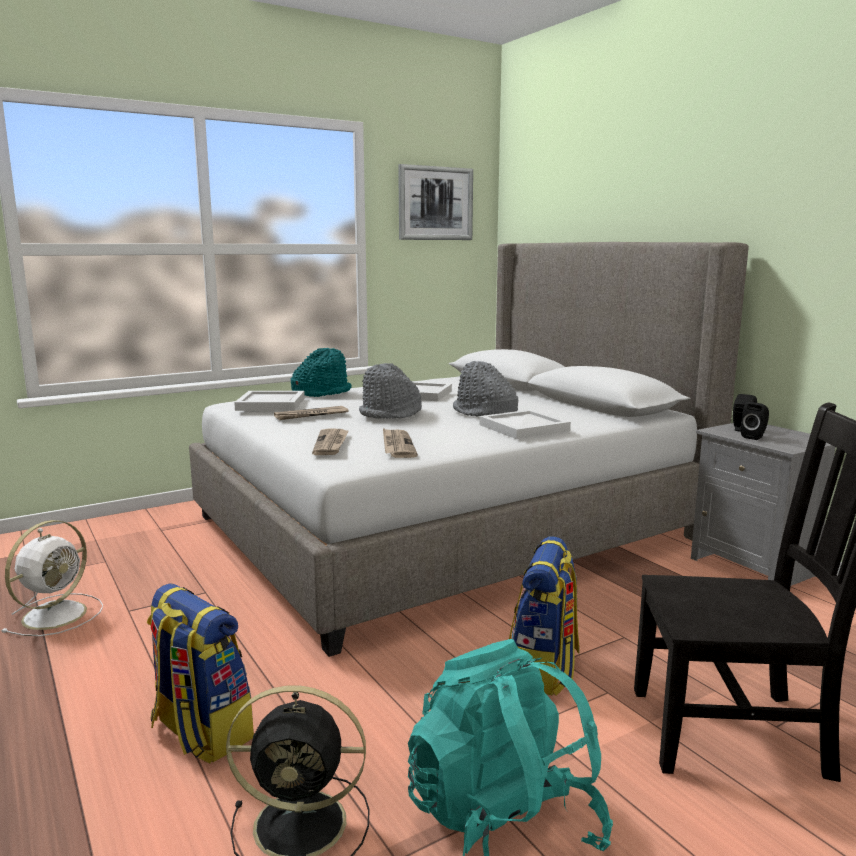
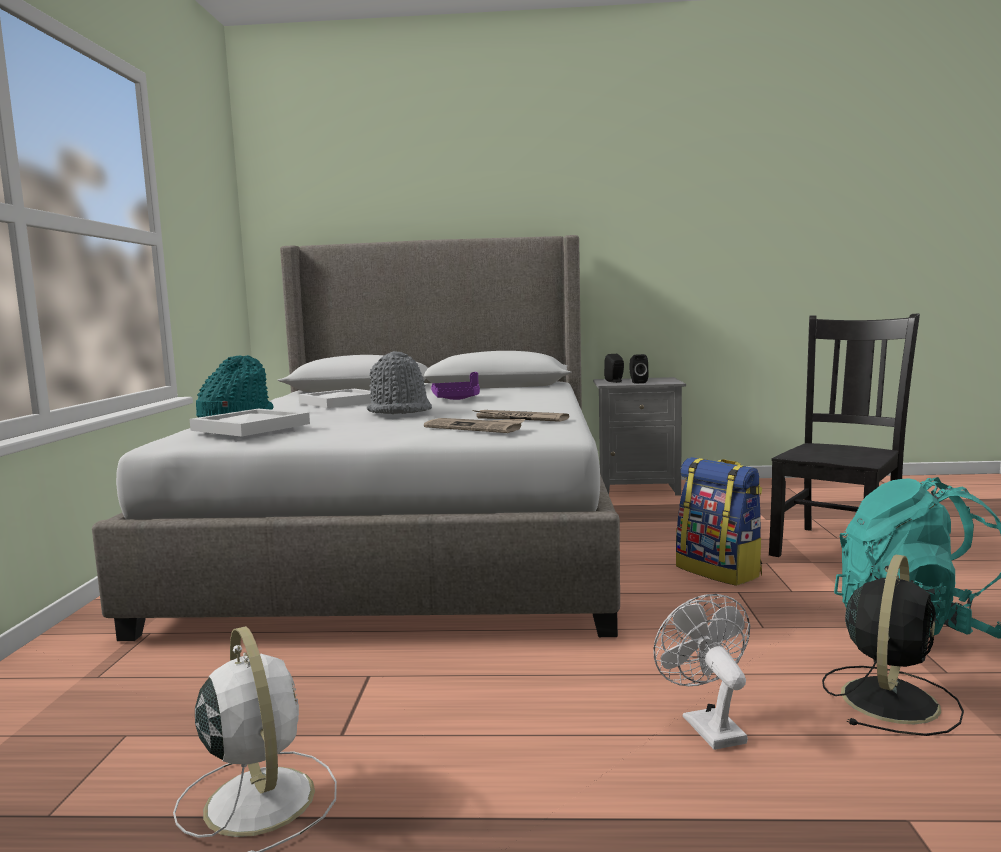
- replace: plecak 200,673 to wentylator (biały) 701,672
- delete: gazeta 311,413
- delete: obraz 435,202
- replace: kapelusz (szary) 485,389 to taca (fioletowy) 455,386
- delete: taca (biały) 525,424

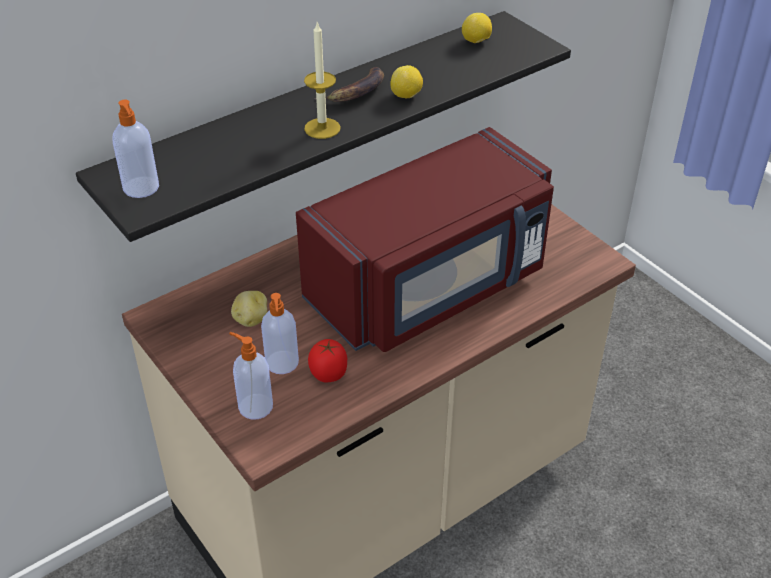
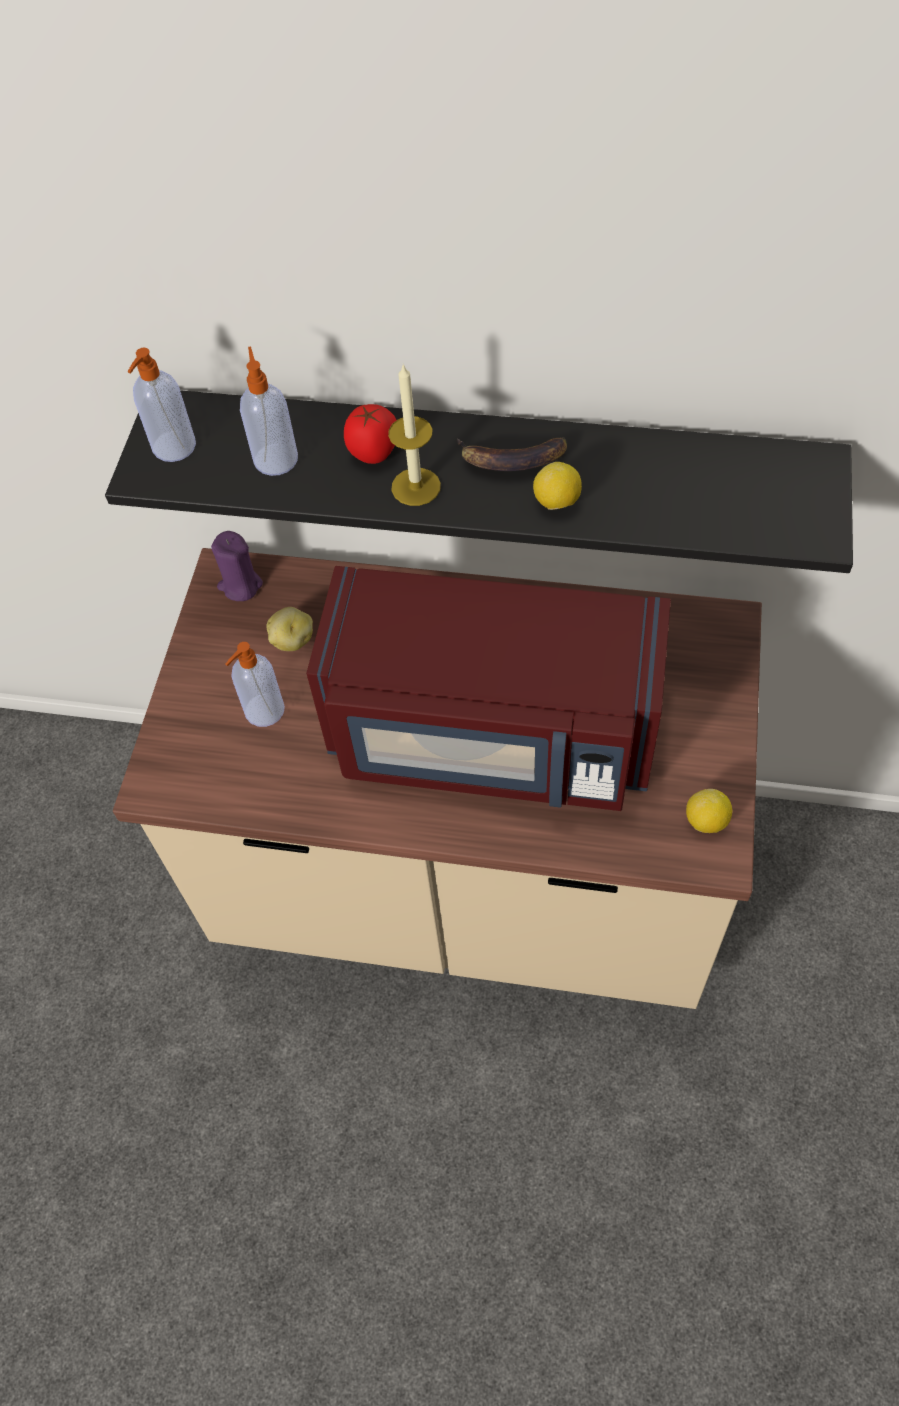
- move: dozownik mydła 251,375 to 269,411
- move: pomidor 327,360 to 370,434
- move: cytryna 477,28 to 709,811
- insert: świeca (fioletowy) 237,566

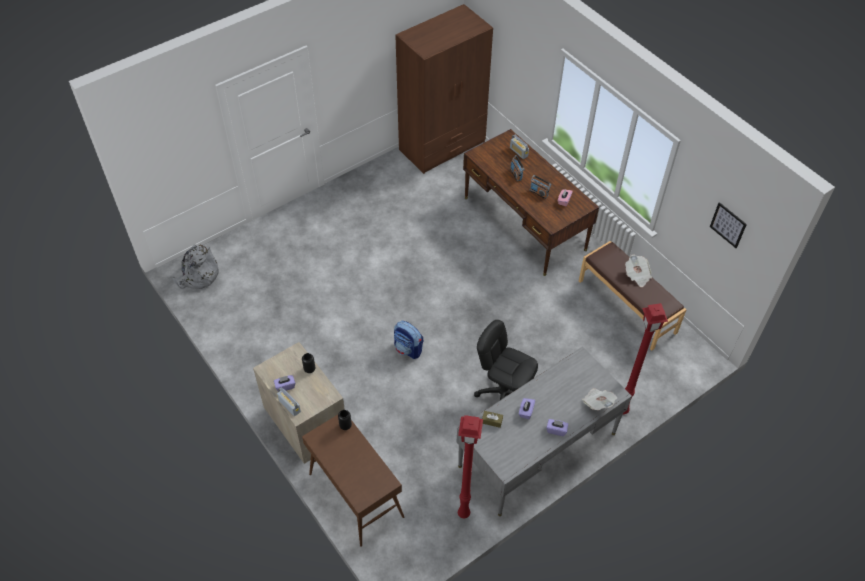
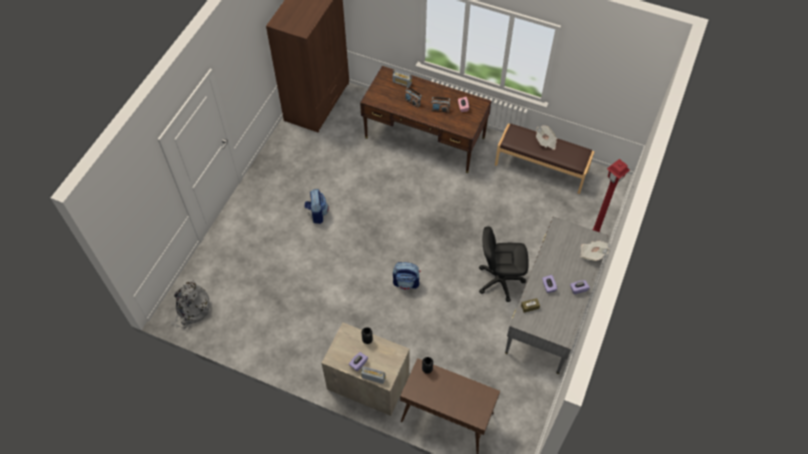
- delete: lampa stojąca (czerwony) 470,466
- delete: obraz 728,225
- insert: plecak 316,206

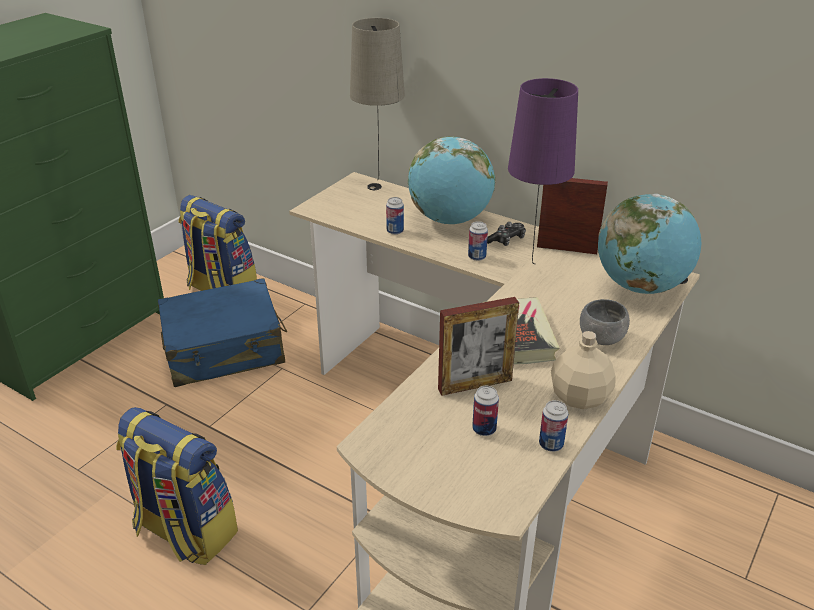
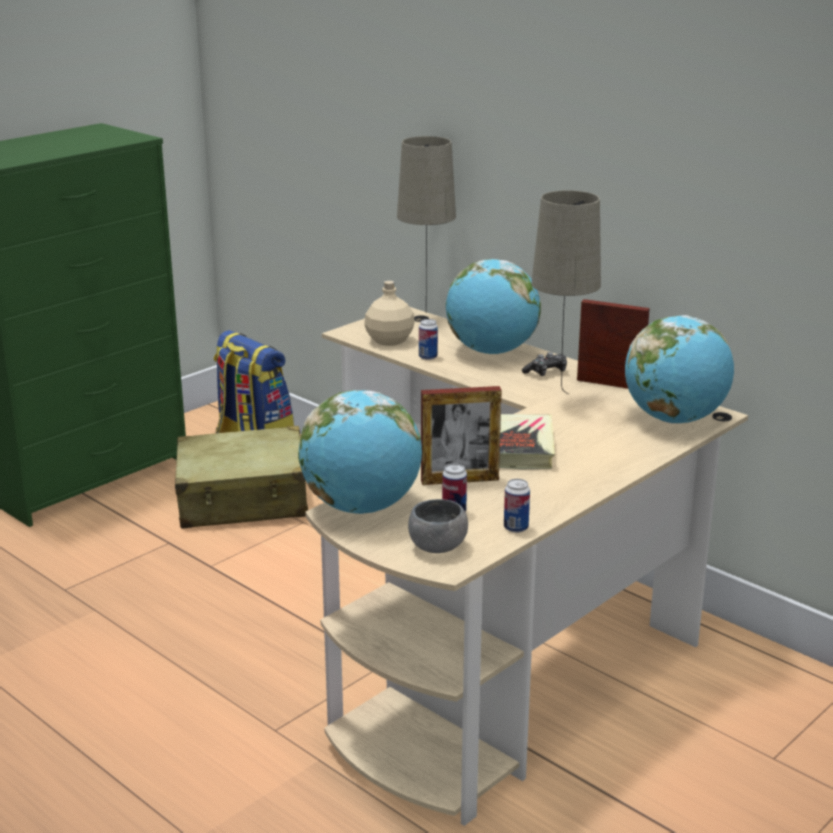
- delete: plecak 177,486
- recolor: walizka (niebieski) 222,332 to walizka (beżowy) 241,477
- delete: puszka 478,241
- recolor: lampa stołowa (fioletowy) 543,171 to lampa stołowa (beżowy) 566,292
- move: butelka (beżowy) 583,370 to 389,313
- move: miska (szary) 605,322 to 438,526
- insert: globus 360,452

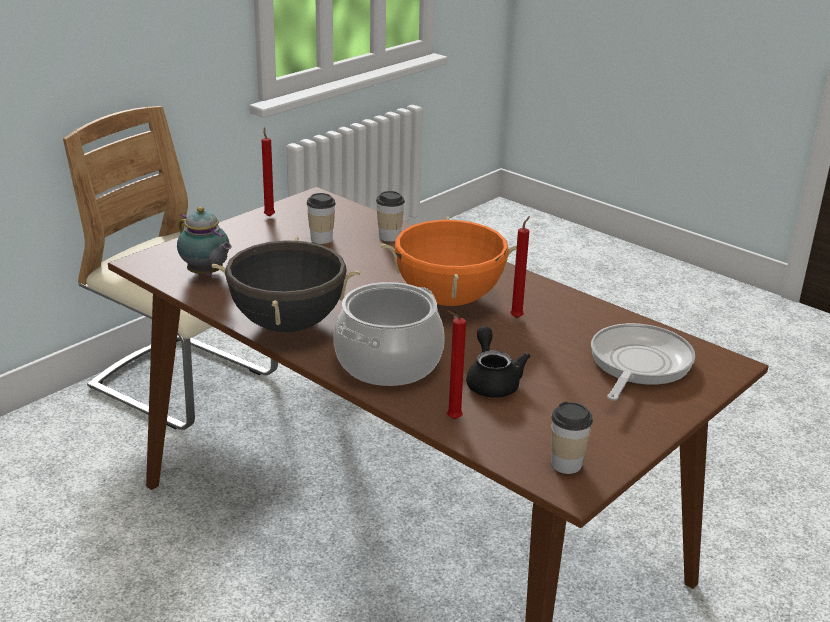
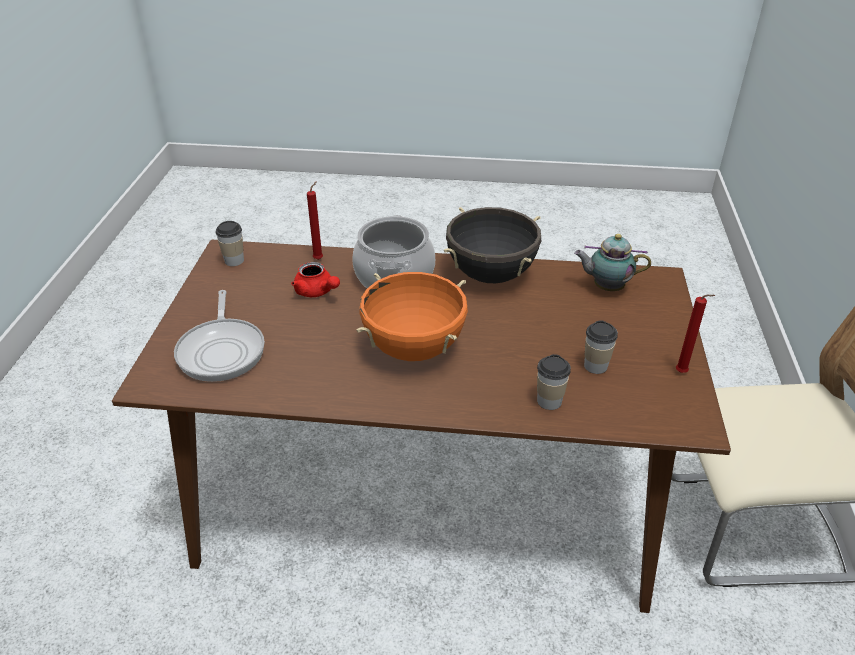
- recolor: imbryk (czarny) 498,362 to imbryk (czerwony) 315,279
- delete: świeca (czerwony) 520,267

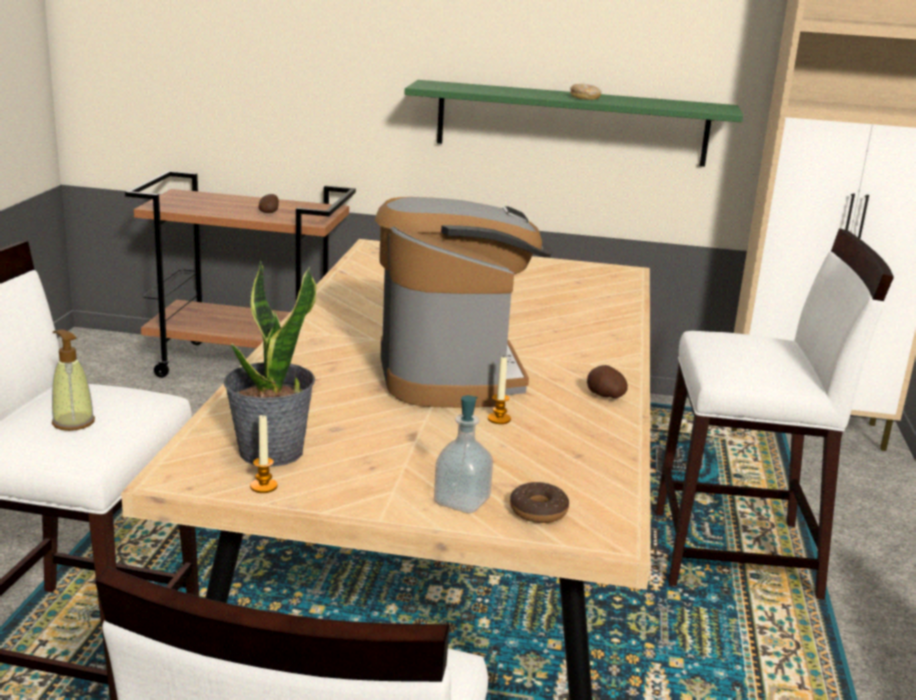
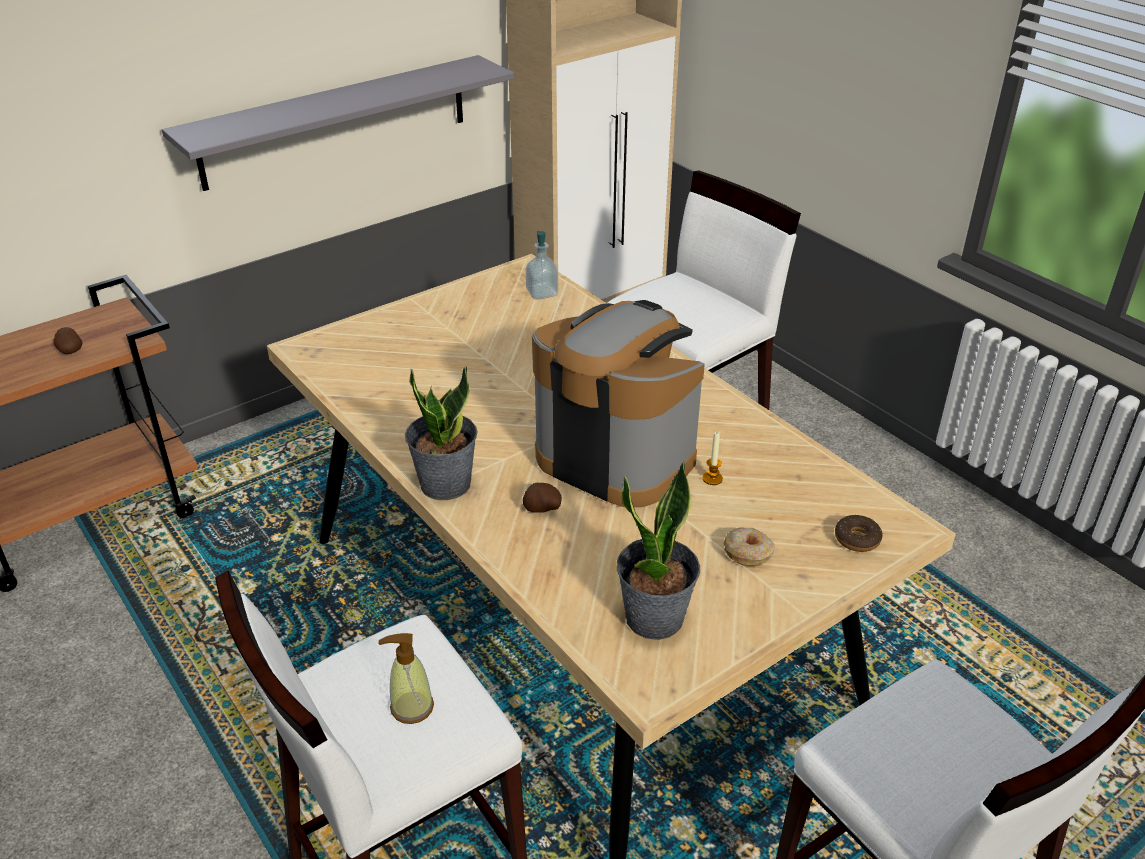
- delete: świeca 264,454
- recolor: półka (zielony) 574,123 to półka (szary) 338,123
- move: dozownik mydła 463,454 to 542,265
- move: donut 585,92 to 749,547
- move: ziemniak 607,381 to 542,498
- insert: roślina doniczkowa 441,433

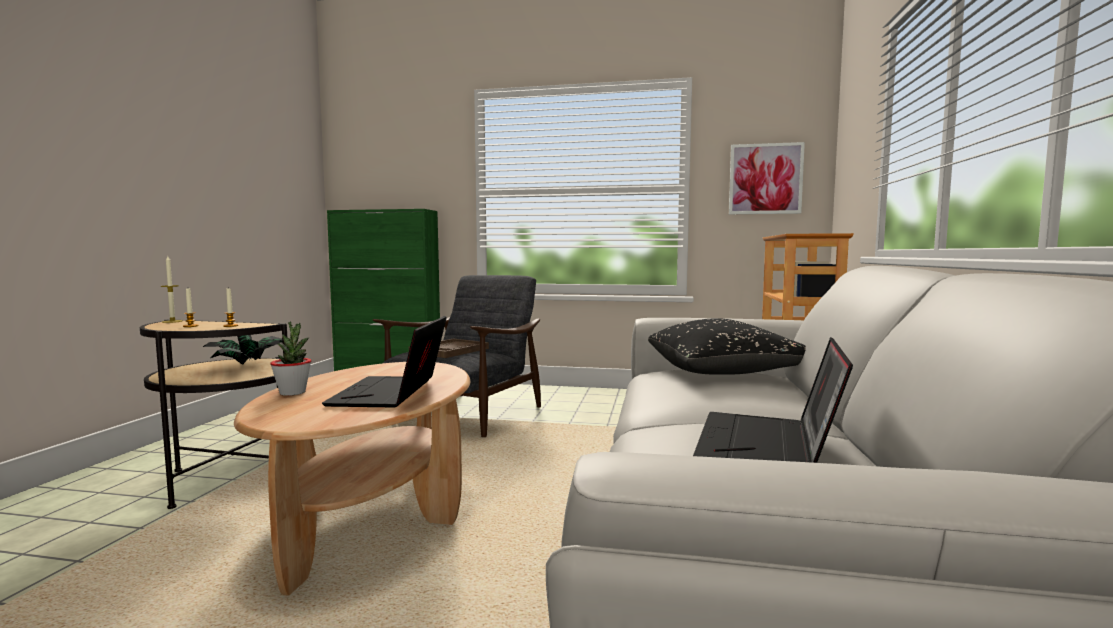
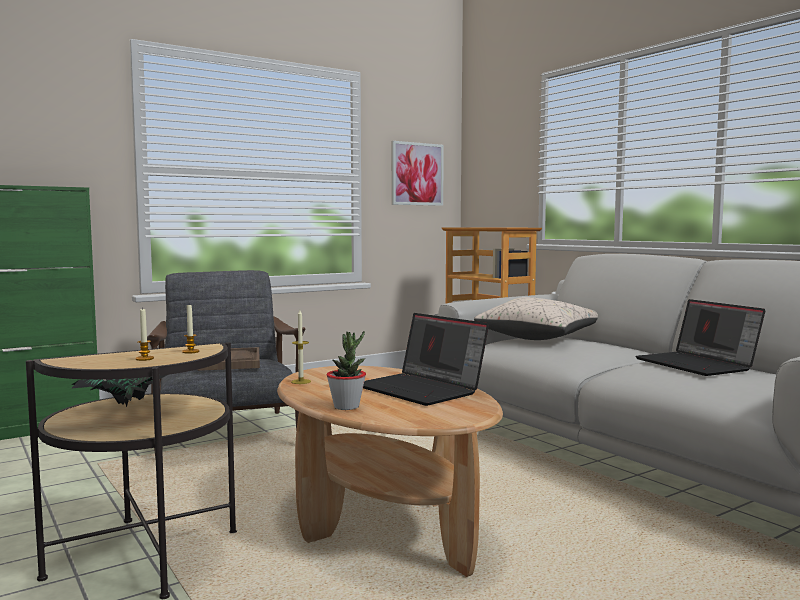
- move: świeca 172,289 to 301,347
- recolor: poduszka (czarny) 727,346 to poduszka (beżowy) 536,318

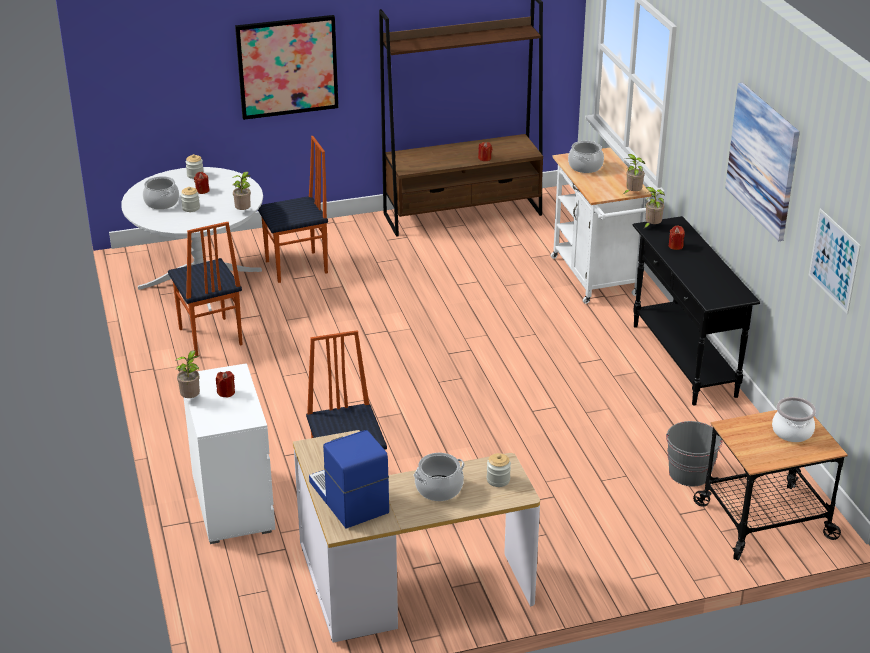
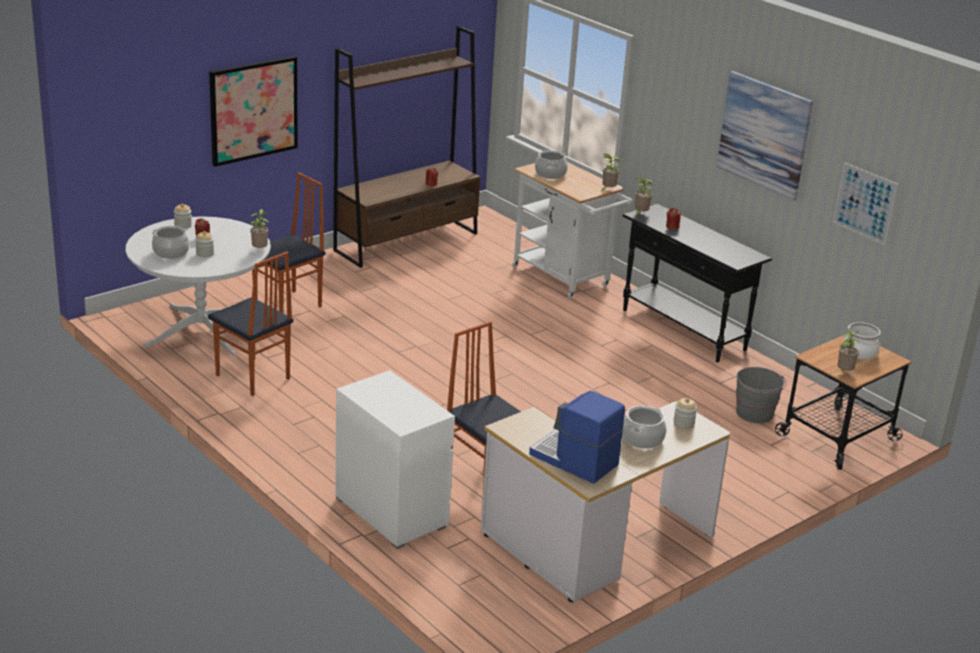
- move: roślina doniczkowa 188,374 to 848,349
- delete: świeca (czerwony) 225,384

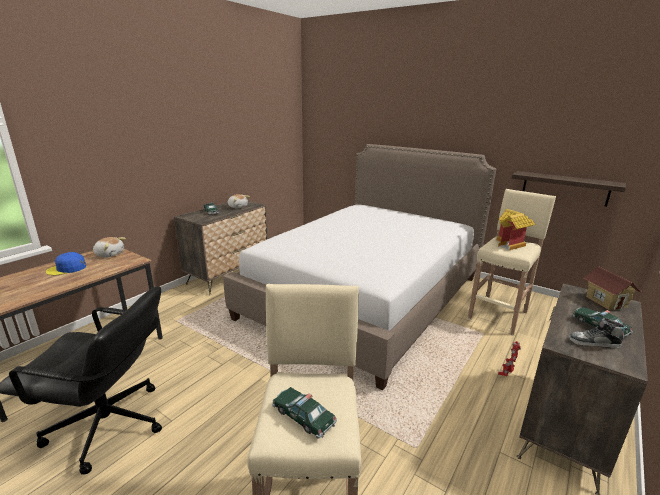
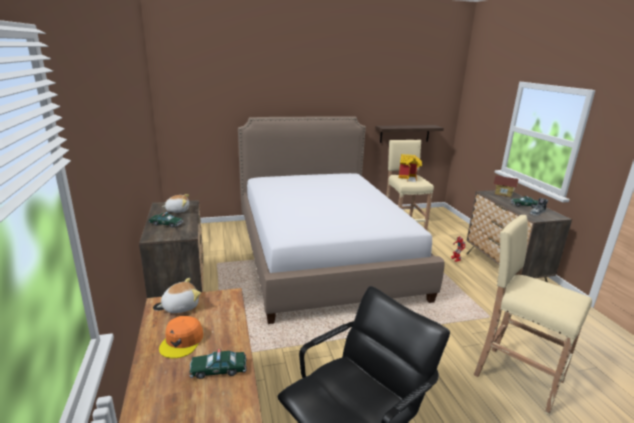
- recolor: czapka z daszkiem (niebieski) 66,263 to czapka z daszkiem (pomarańczowy) 181,337
- move: samochodzik 304,413 to 218,364

